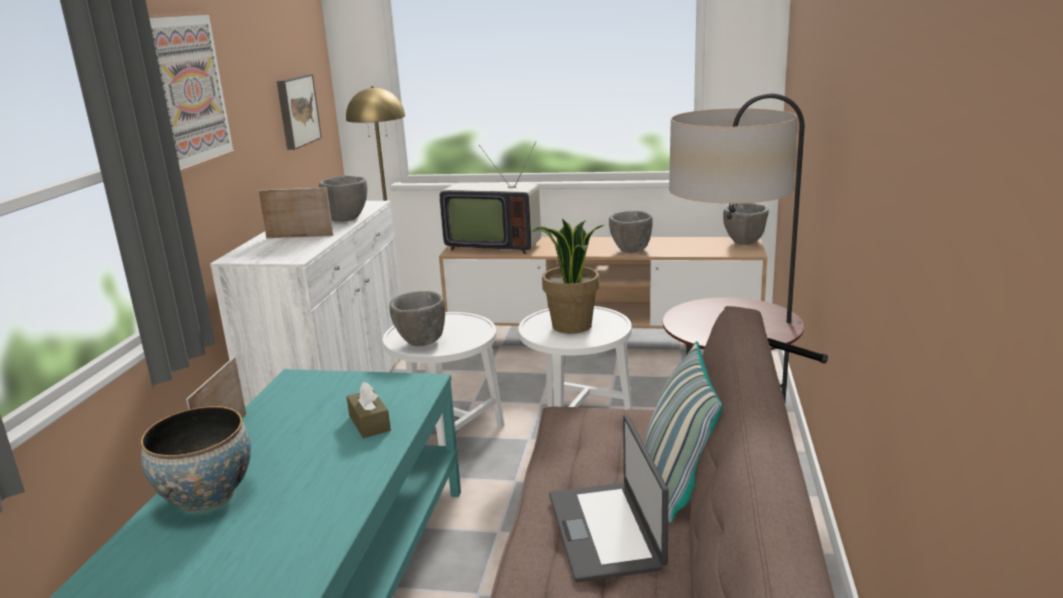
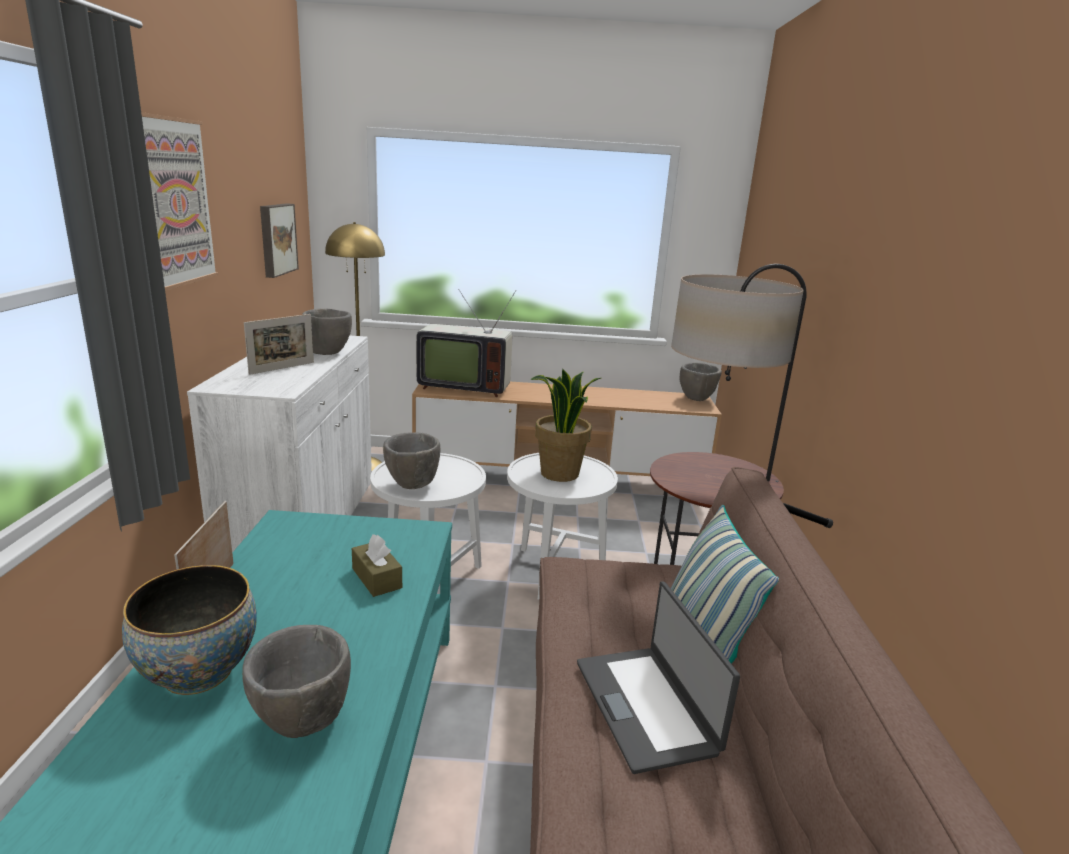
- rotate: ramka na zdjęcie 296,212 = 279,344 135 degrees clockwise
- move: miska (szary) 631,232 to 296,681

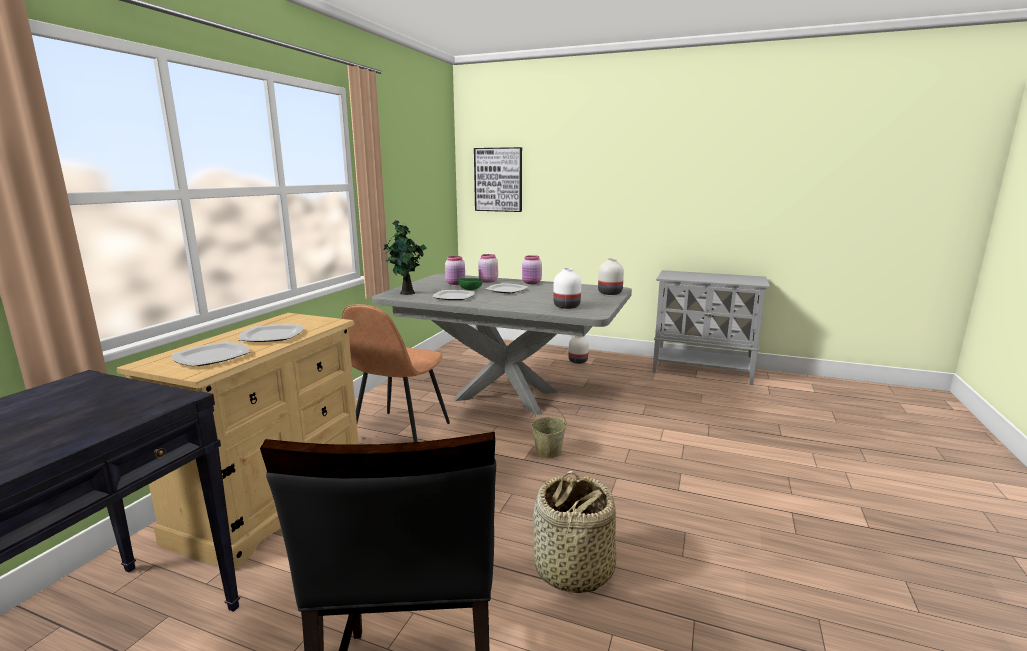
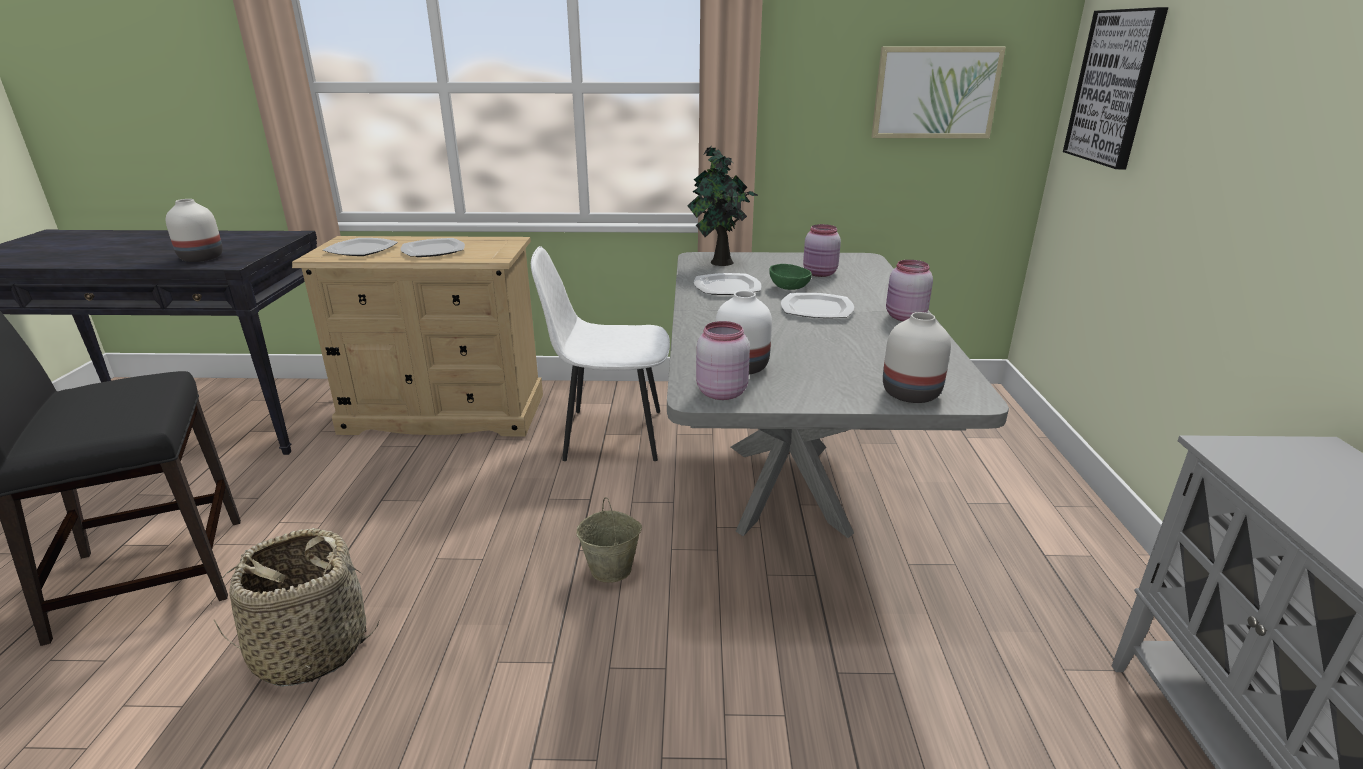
- recolor: krzesło (brązowy) 396,373 to krzesło (biały) 600,353
- move: słoik (różowy) 488,268 to 723,360
- move: wazon (biały) 579,350 to 194,230
- insert: obraz 938,92

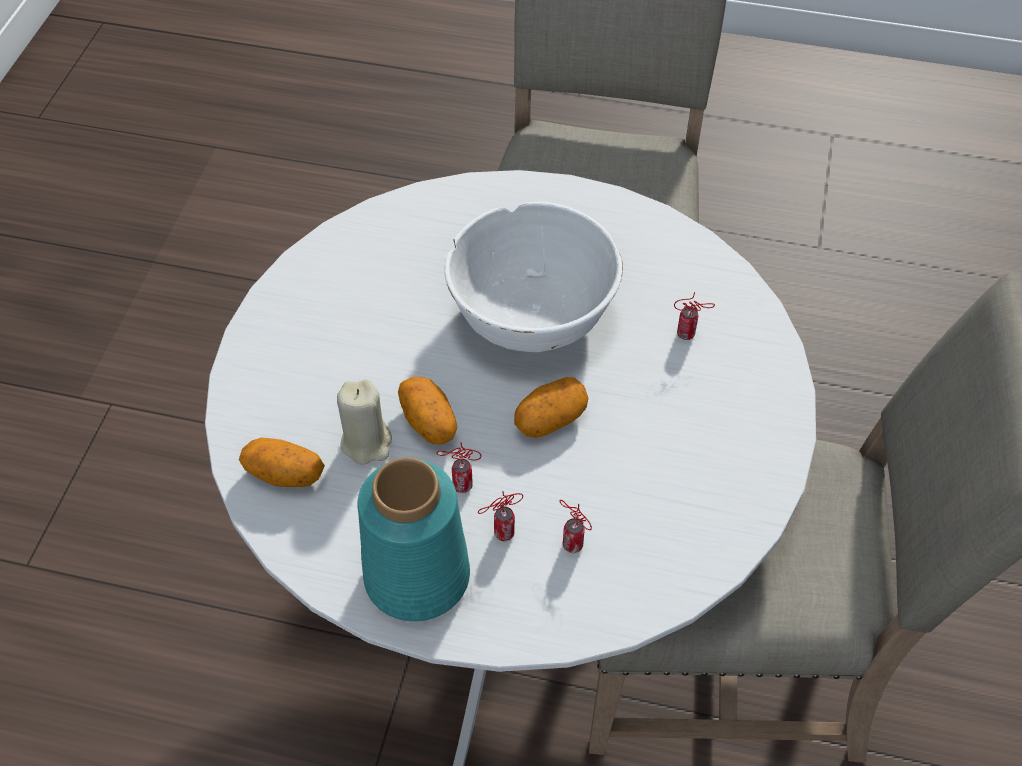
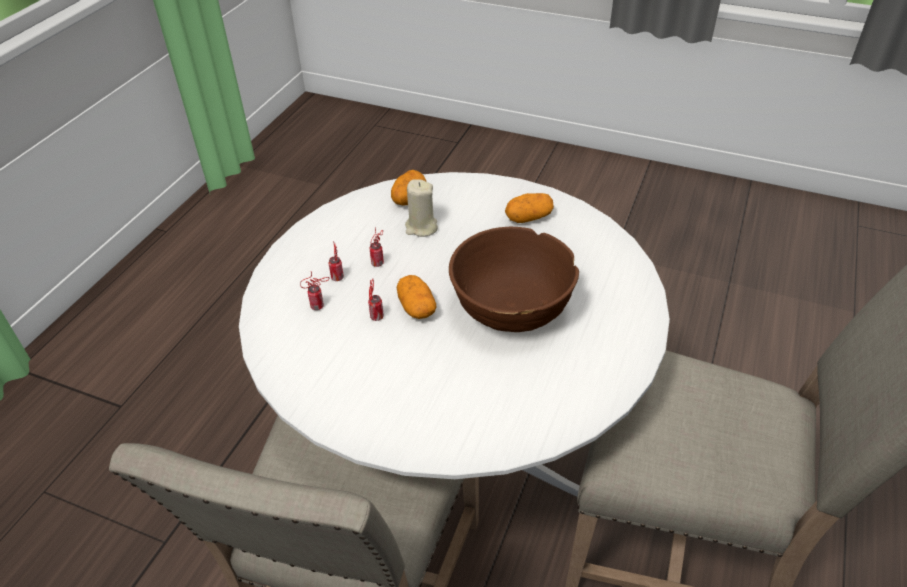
- delete: wazon (turkusowy) 413,540
- move: ziemniak 427,410 to 529,208
- recolor: miska (biały) 533,277 to miska (brązowy) 514,279
- move: puszka 694,316 to 376,299

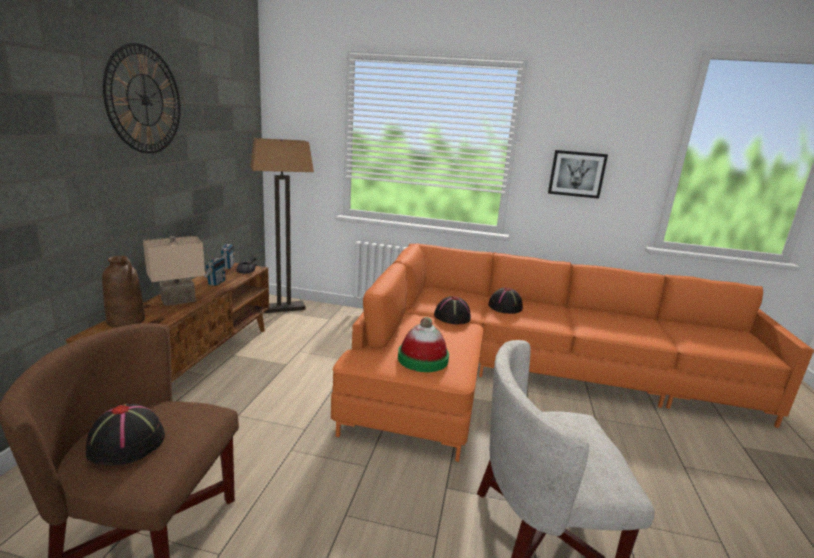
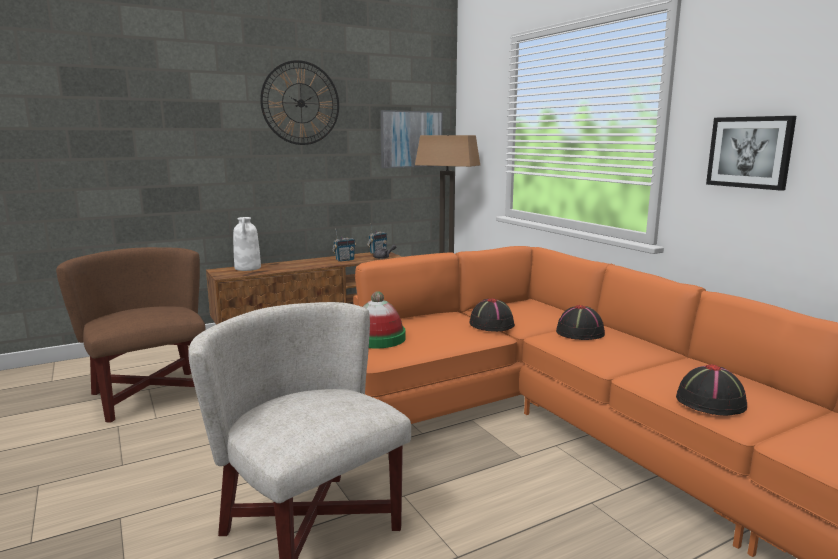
- move: kapelusz (czarny) 125,435 to 711,390
- recolor: wazon (brązowy) 123,292 to wazon (biały) 247,244
- delete: lampa stołowa (beżowy) 174,271
- insert: obraz 411,139

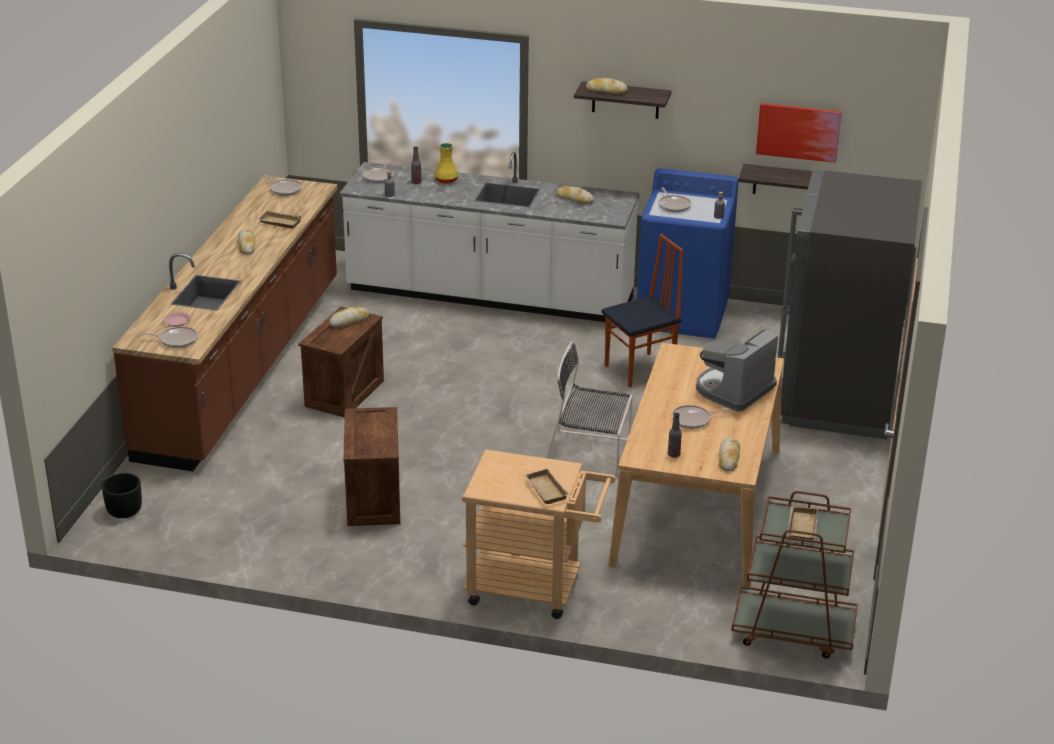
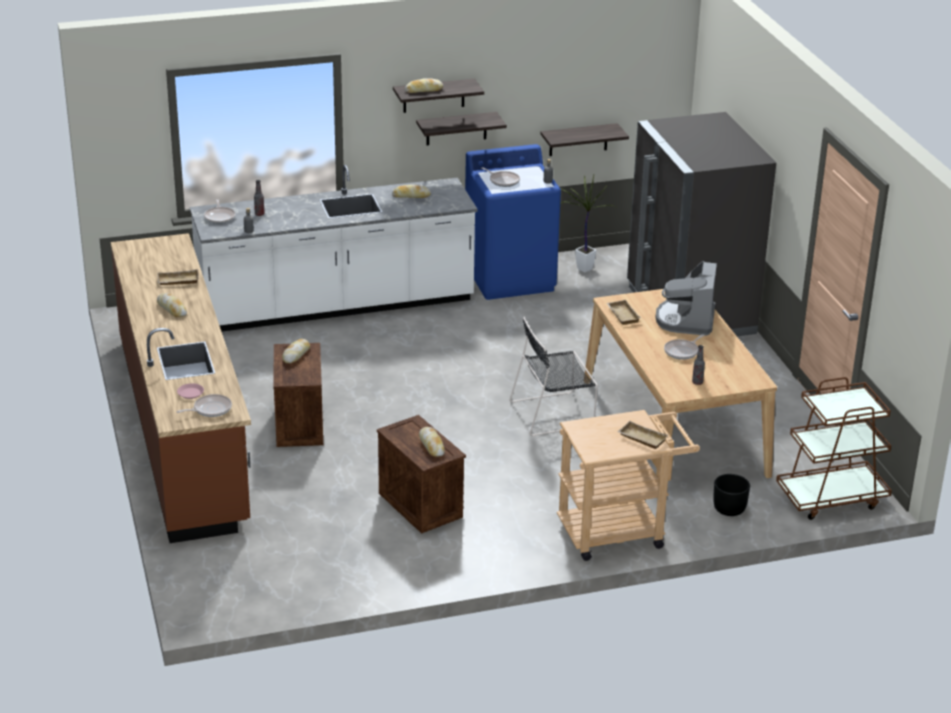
- move: donica (czarny) 121,495 to 731,495
- delete: patelnia 283,185
- delete: wazon (żółty) 446,163
- delete: krzesło 642,311
- move: chleb 729,454 to 432,442
- delete: obraz 799,133
- move: taca (beżowy) 802,523 to 623,312
- insert: półka 461,129
- insert: roślina doniczkowa 587,223

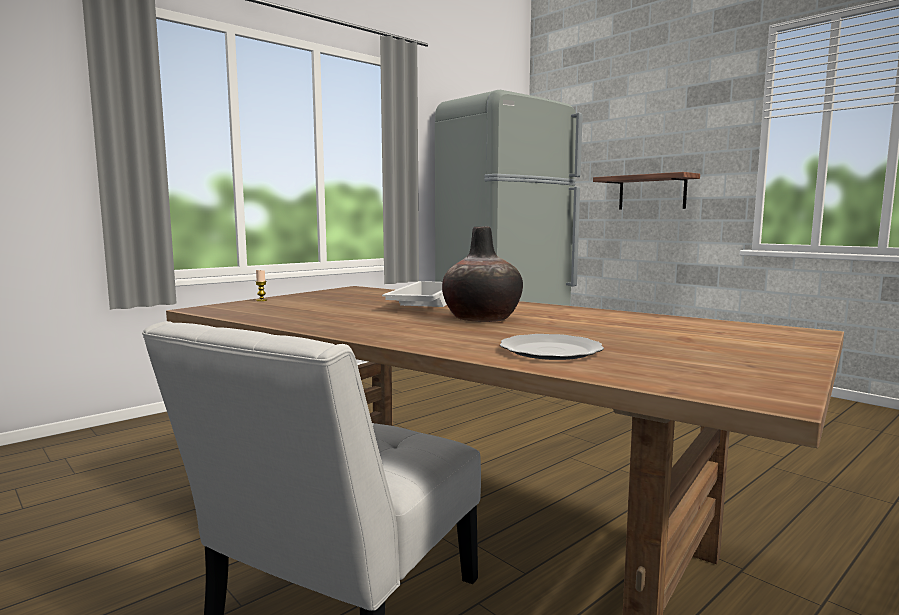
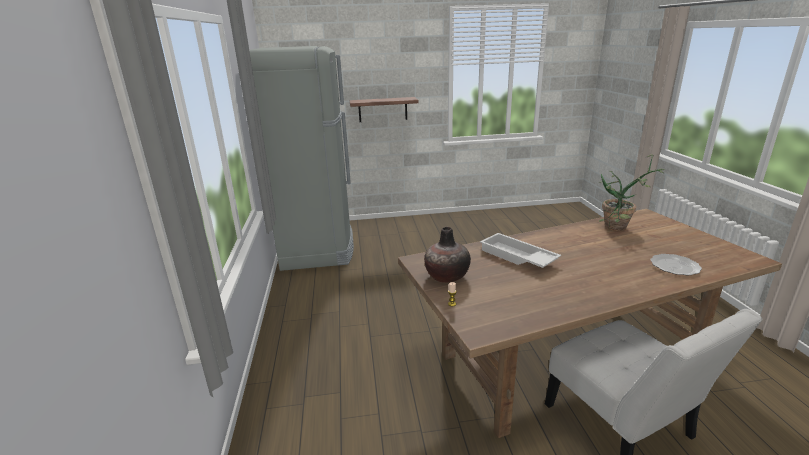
- move: wazon 482,274 to 447,255
- insert: roślina doniczkowa 631,192

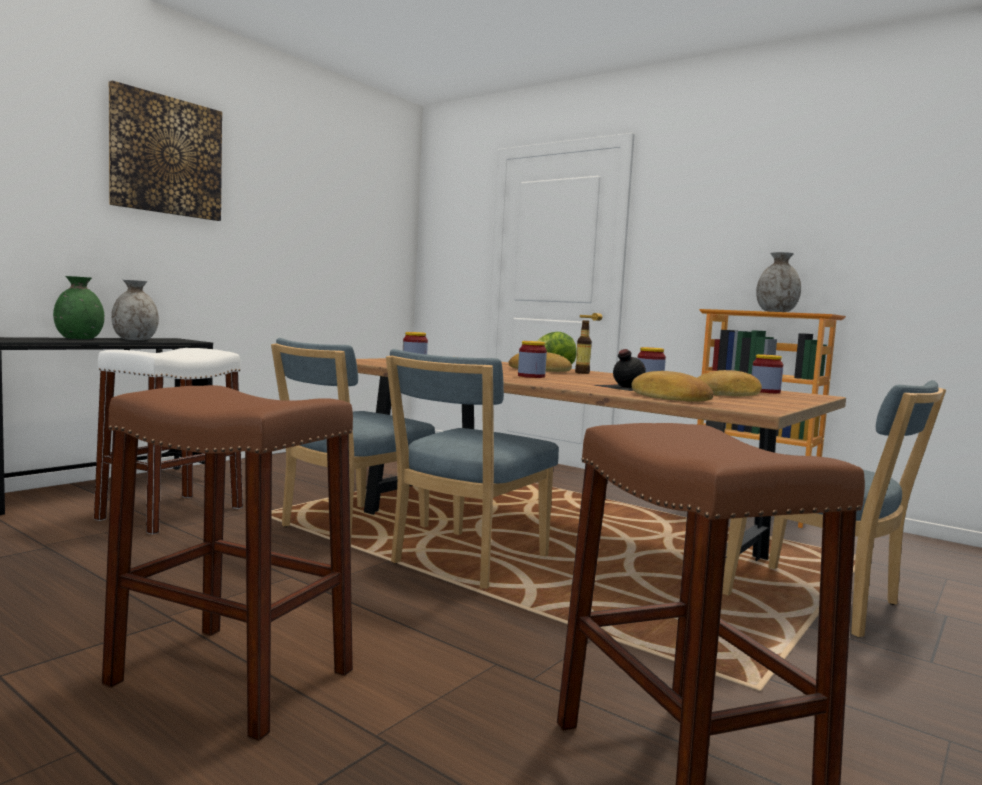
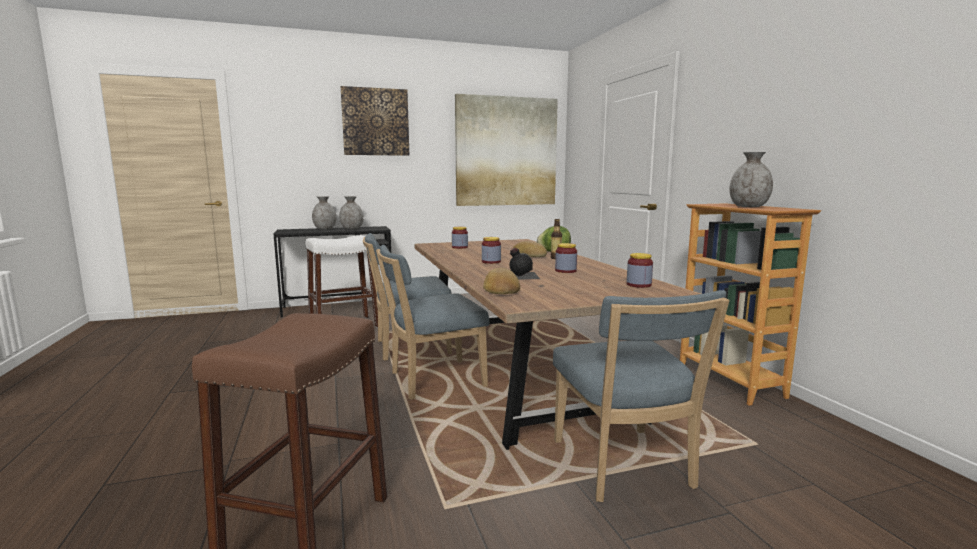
- recolor: wazon (zielony) 78,307 to wazon (szary) 324,213
- delete: stołek (brązowy) 227,563
- delete: chleb 730,383
- insert: obraz 506,150

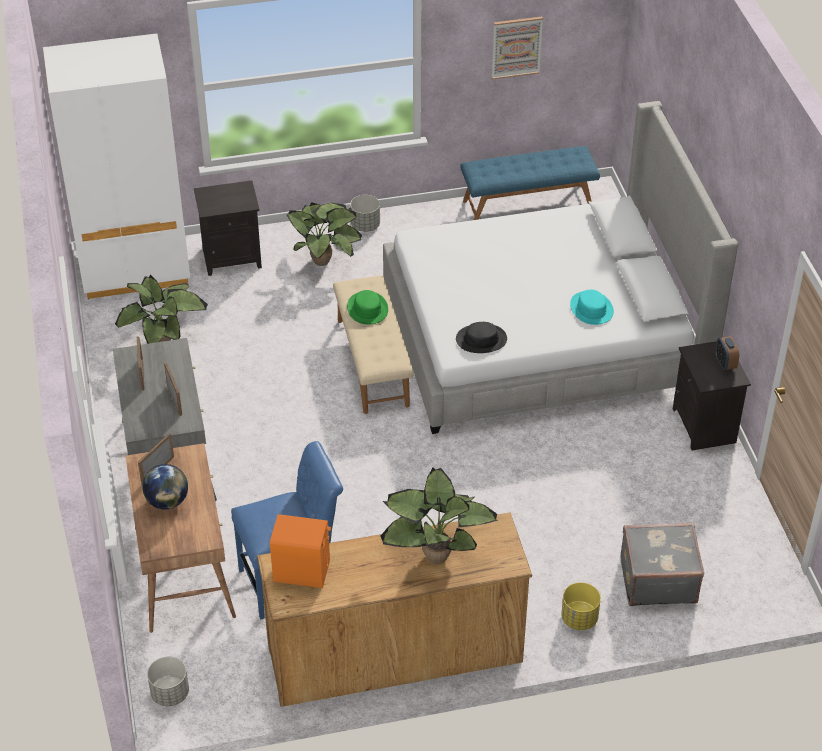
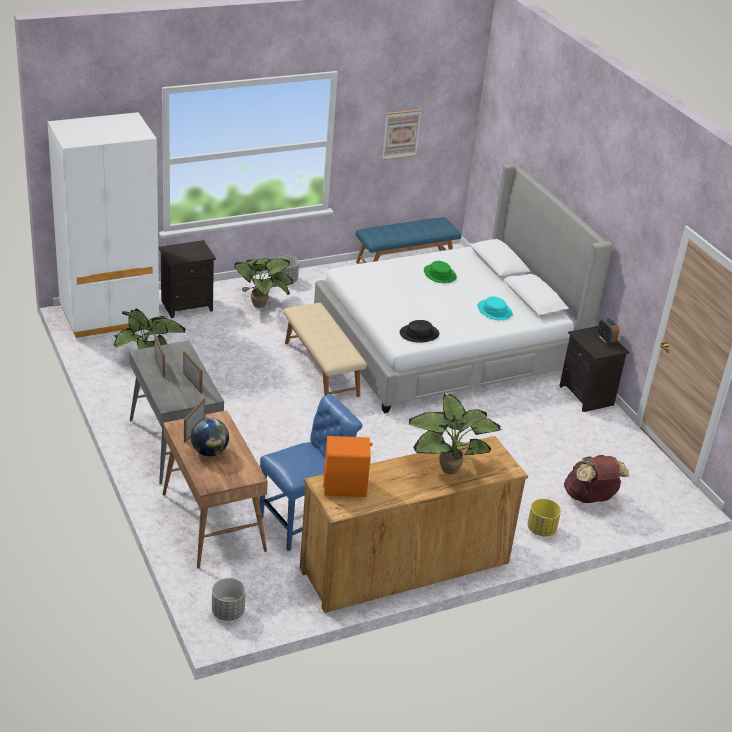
- move: kapelusz (zielony) 367,307 to 440,272
- replace: walizka (szary) 662,564 to plecak (brązowy) 596,479

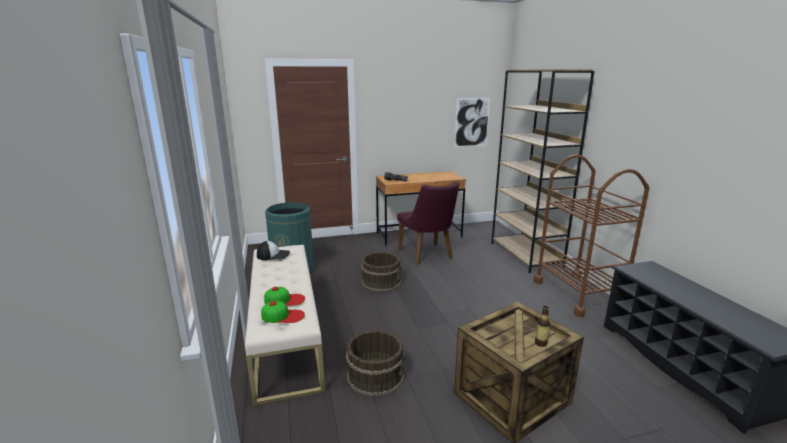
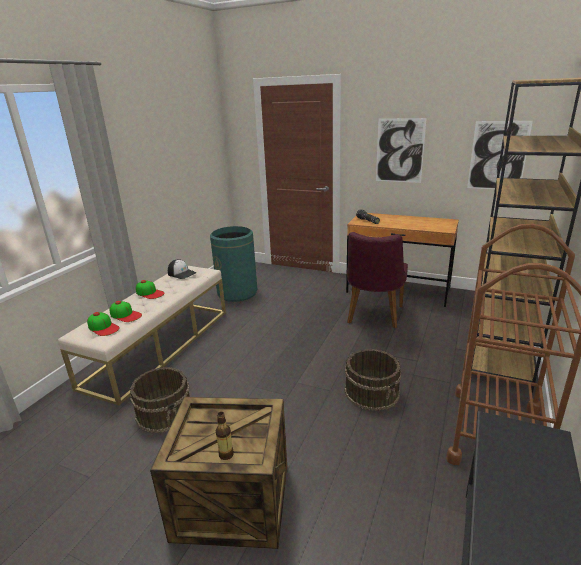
- move: wiadro (brązowy) 381,272 to 372,380
- insert: czapka z daszkiem 150,289
- insert: obraz 401,150

